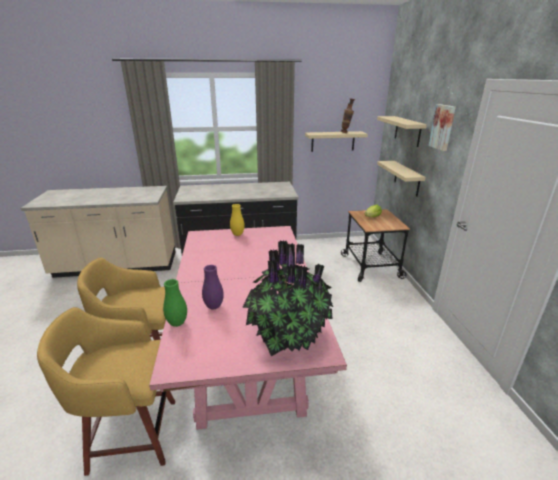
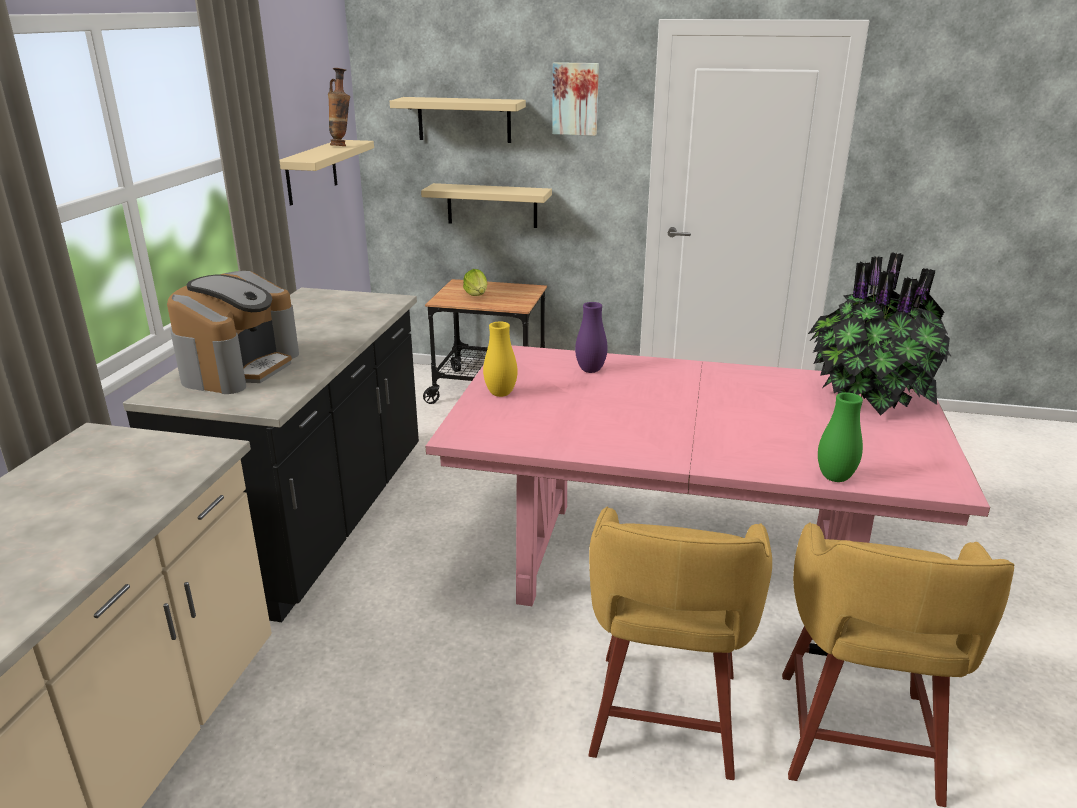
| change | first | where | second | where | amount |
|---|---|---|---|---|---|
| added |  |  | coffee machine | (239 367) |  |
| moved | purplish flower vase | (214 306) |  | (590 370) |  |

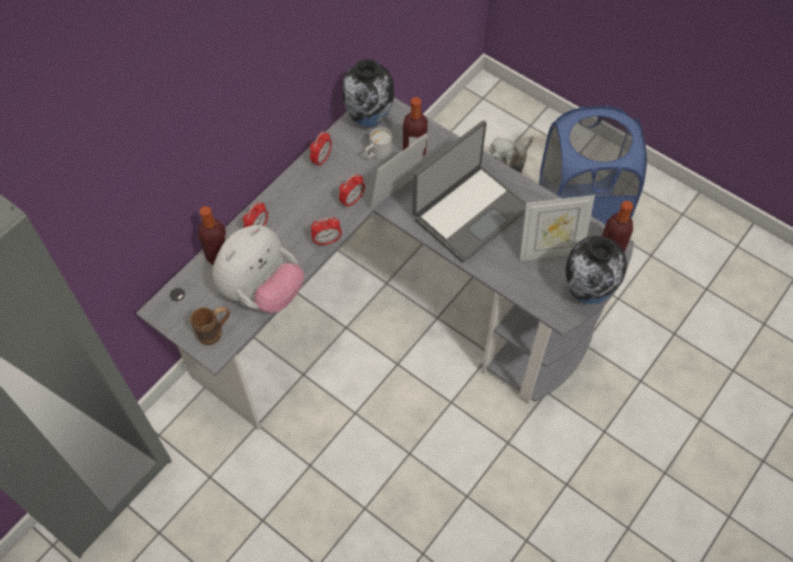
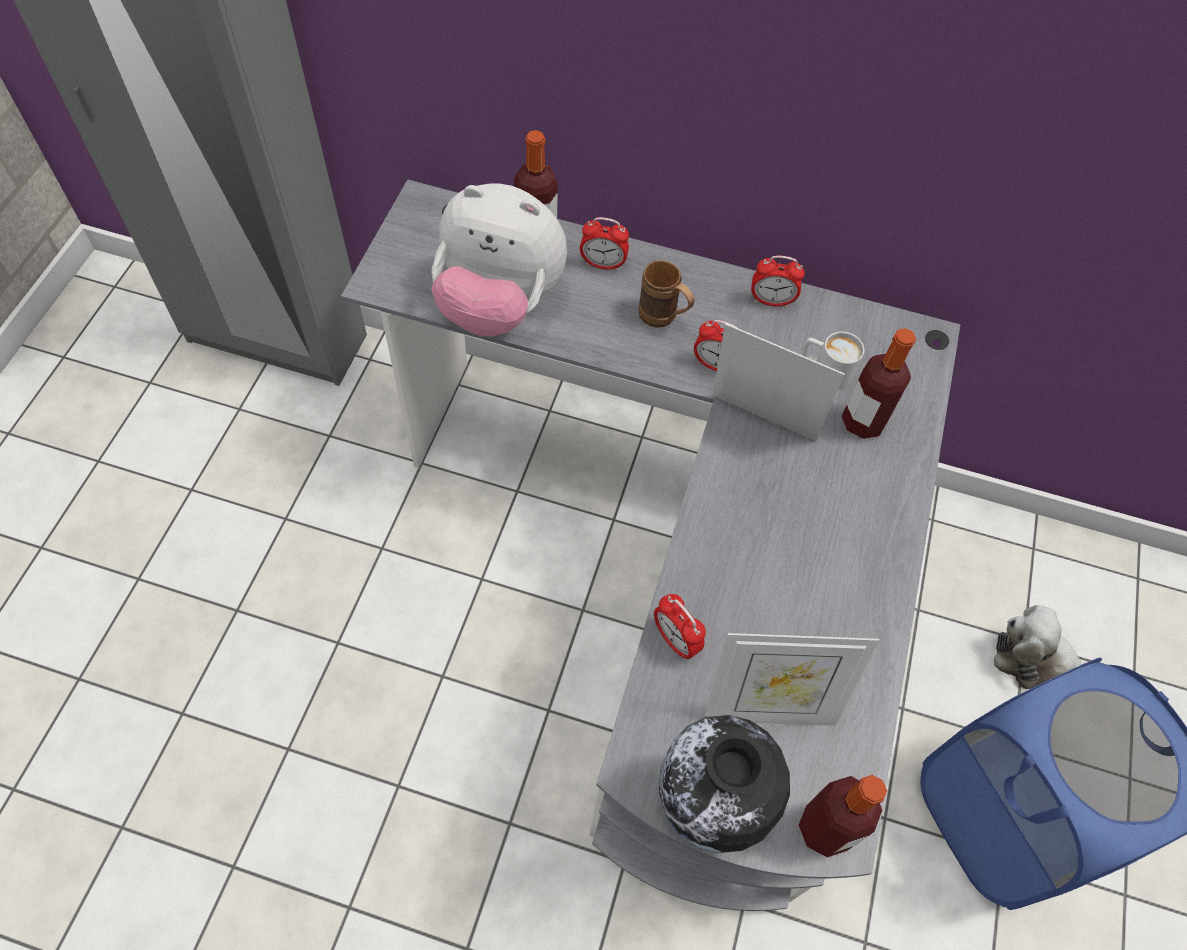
| change | first | where | second | where | amount |
|---|---|---|---|---|---|
| moved | brownish tea mug | (215 332) |  | (663 319) |  |
| moved | bedside clock | (327 241) |  | (675 640) |  |
| turned | standing frame | (550 251) |  | (768 709) | 60 degrees counterclockwise |
| removed | flower vase | (369 119) |  |  |  |
| removed | notebook computer | (469 212) |  |  |  |

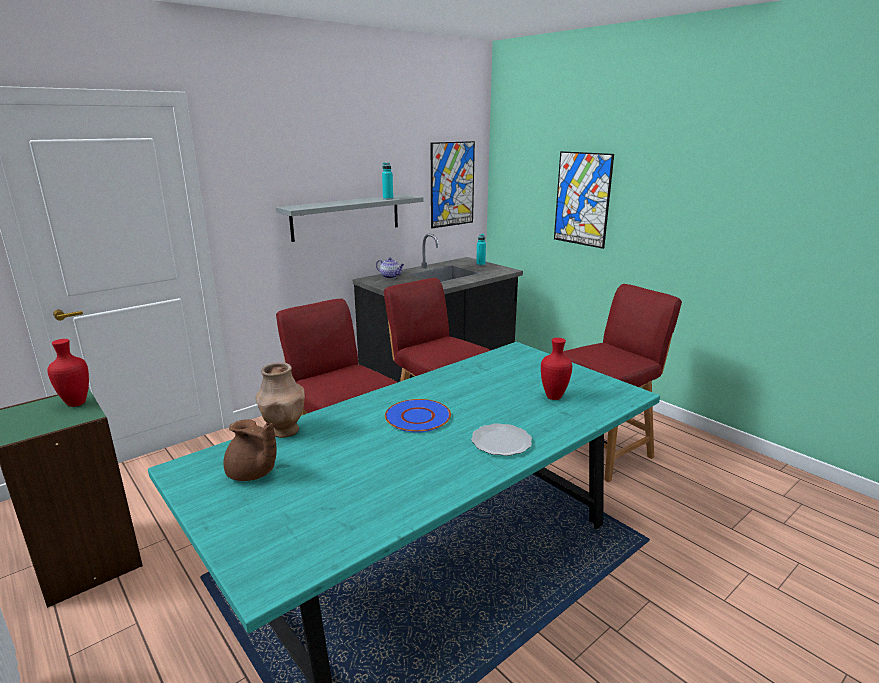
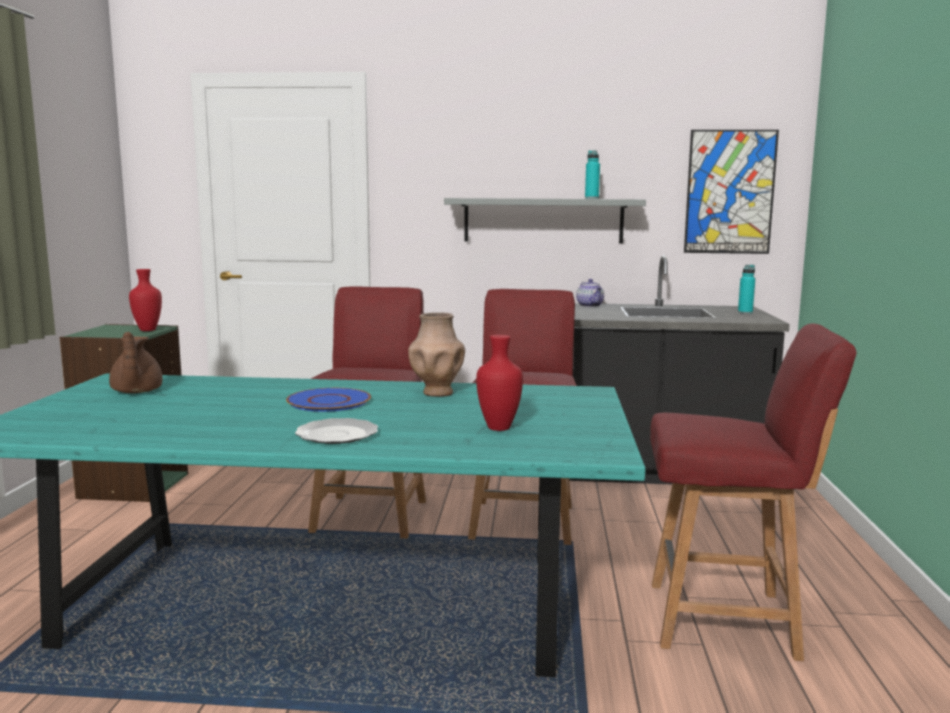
| change | first | where | second | where | amount |
|---|---|---|---|---|---|
| moved | brownish flower vase | (284 431) |  | (437 393) |  |
| removed | wall art | (582 199) |  |  |  |

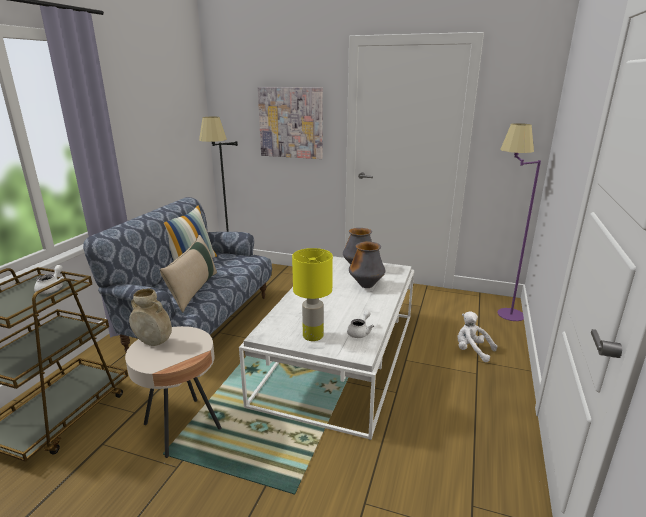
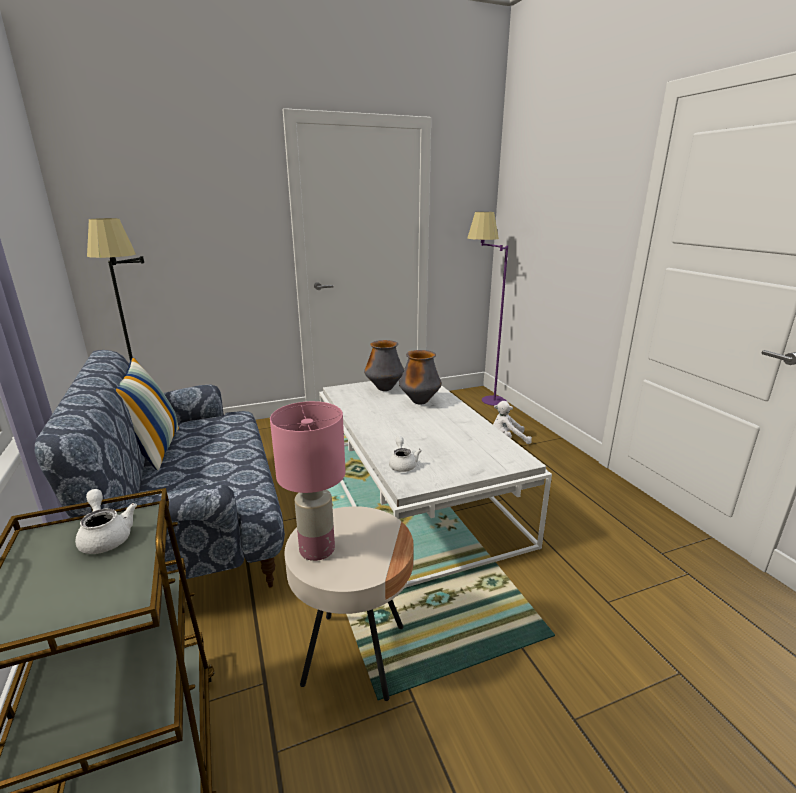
| change | first | where | second | where | amount |
|---|---|---|---|---|---|
| replaced | sand-coloured flower vase | (154 342) | pink lamp for a table | (317 549) |  |
| moved | whitish tea pot | (360 332) |  | (402 464) |  |
| removed | sand-coloured throw pillow | (194 290) |  |  |  |
| removed | wall art | (291 123) |  |  |  |
| removed | yellowish lamp for a table | (313 335) |  |  |  |

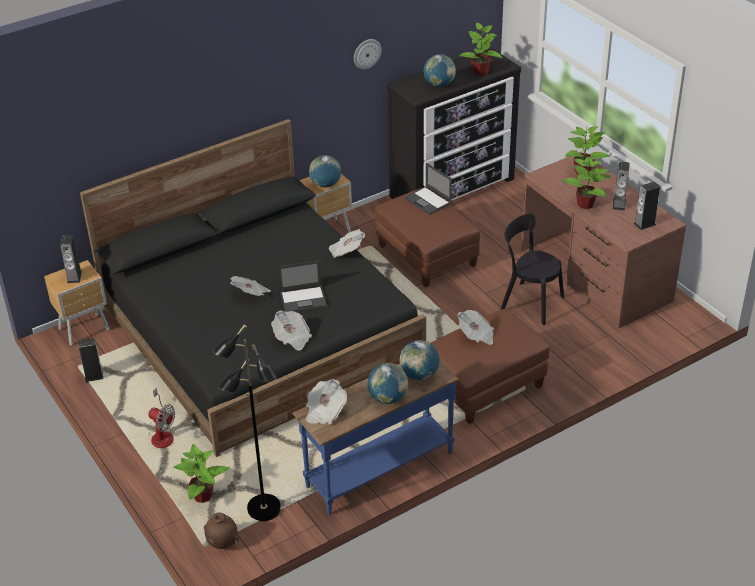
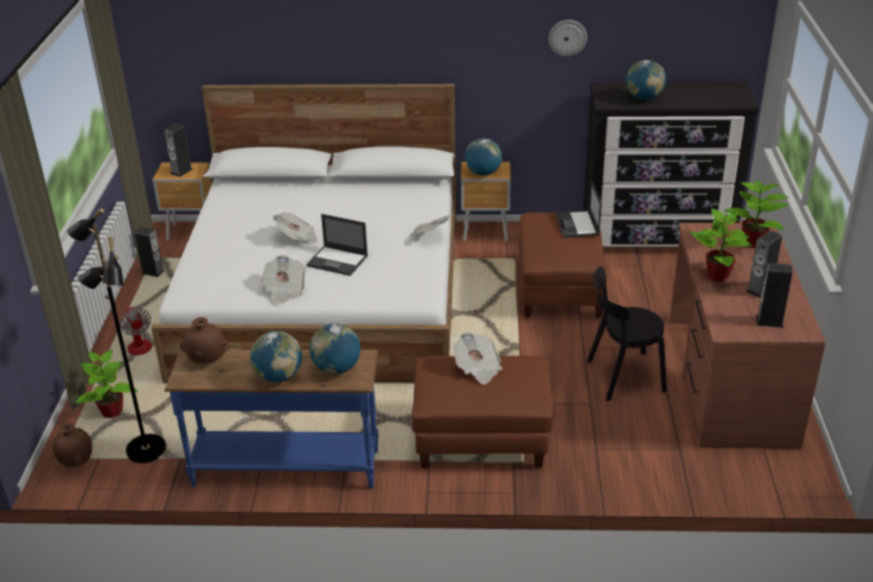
| change | first | where | second | where | amount |
|---|---|---|---|---|---|
| recoloured | black-coloured bedroom bed | (260 334) | whitish bedroom bed | (324 295) |  |
| replaced | printed paper | (324 411) | brownish flower vase | (207 361) |  |
| turned | black-coloured chair | (529 302) |  | (621 376) | 75 degrees counterclockwise |
| removed | plant in a pot | (480 72) |  |  |  |

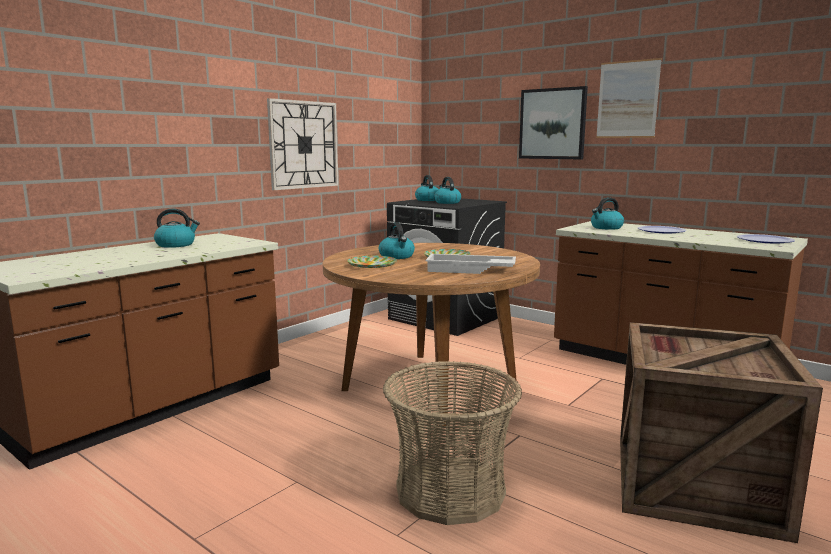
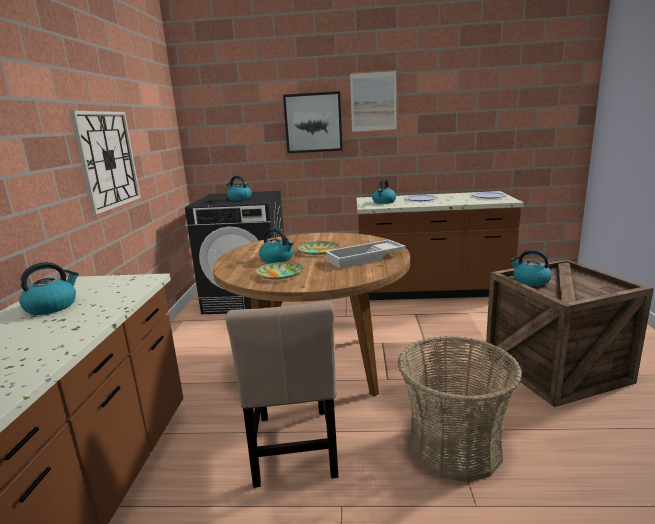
| change | first | where | second | where | amount |
|---|---|---|---|---|---|
| added |  |  | sand-coloured chair | (294 450) |  |
| moved | water kettle | (427 200) |  | (530 281) |  |

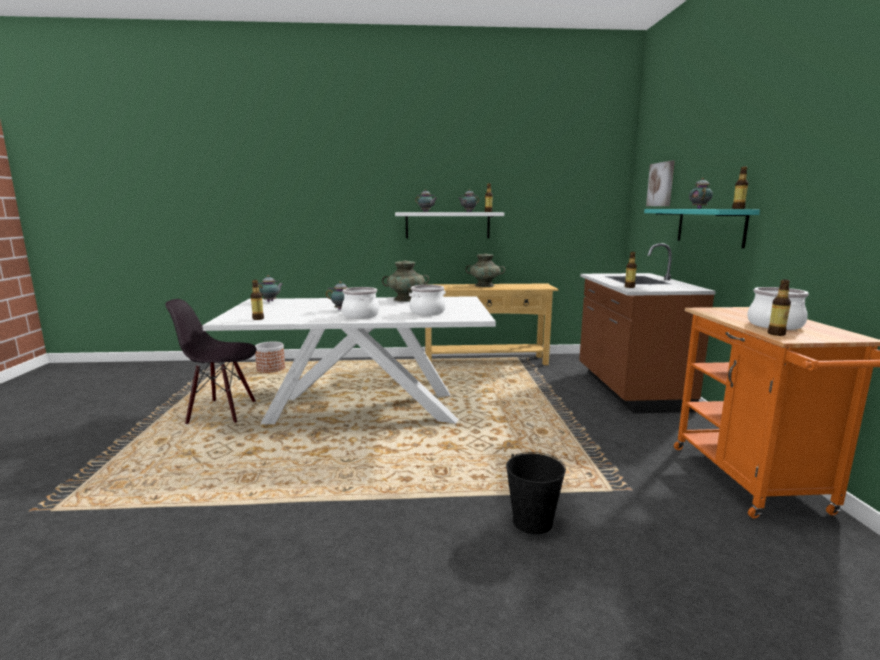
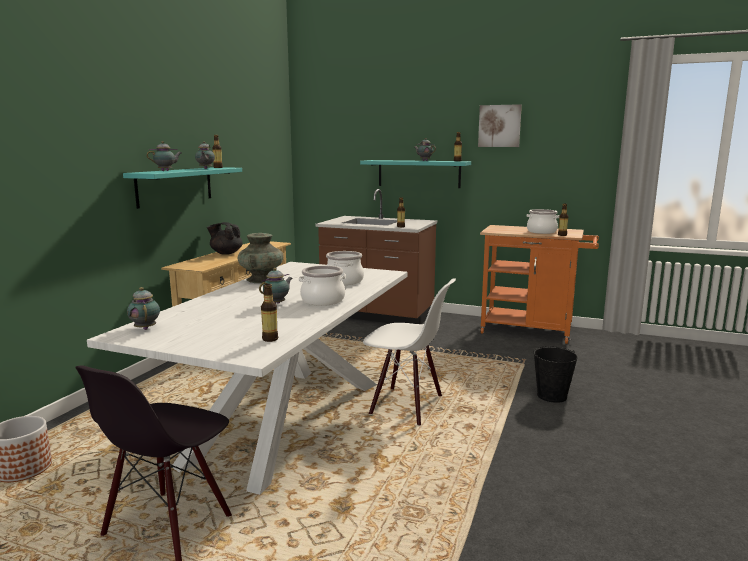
| change | first | where | second | where | amount |
|---|---|---|---|---|---|
| recoloured | whitish shelf | (447 225) | blue-green shelf | (175 186) |  |
| replaced | blue-green flower vase | (484 285) | black-coloured tea pot | (226 253) |  |
| added |  |  | whitish chair | (406 405) |  |
| moved | wall art | (661 184) |  | (499 126) |  |

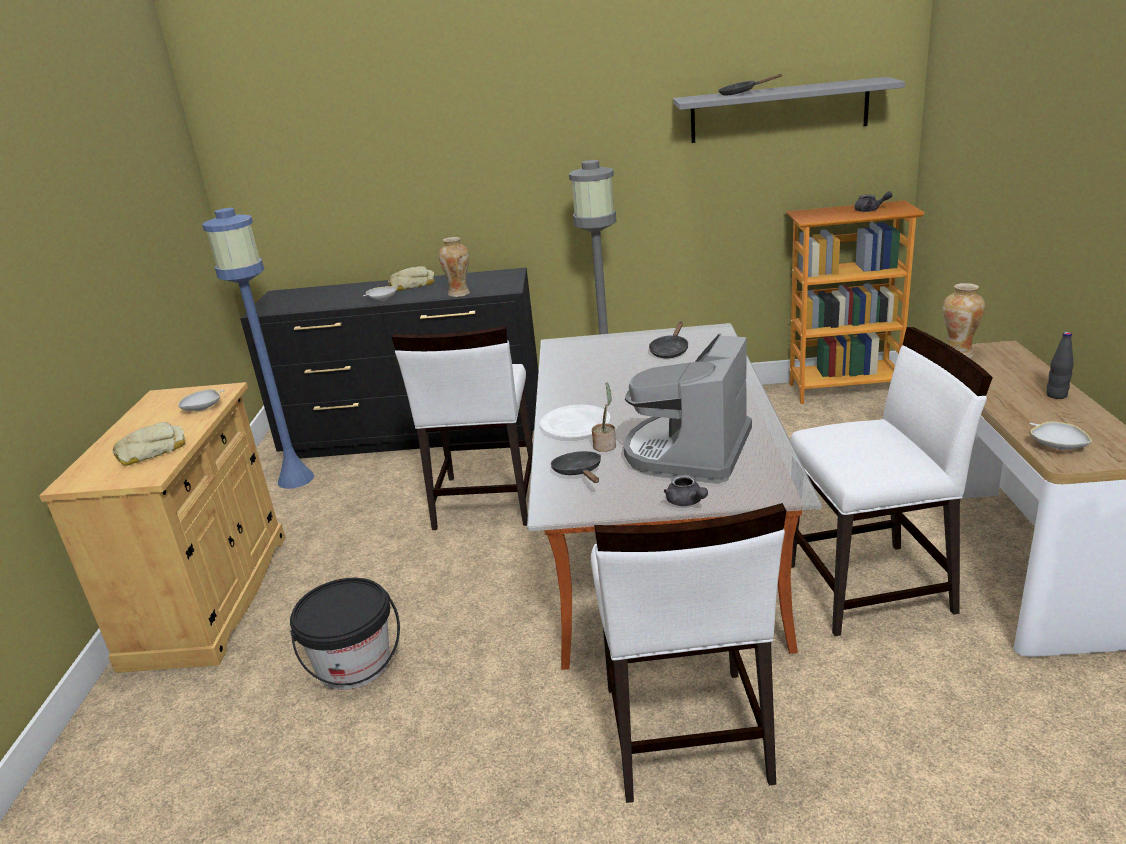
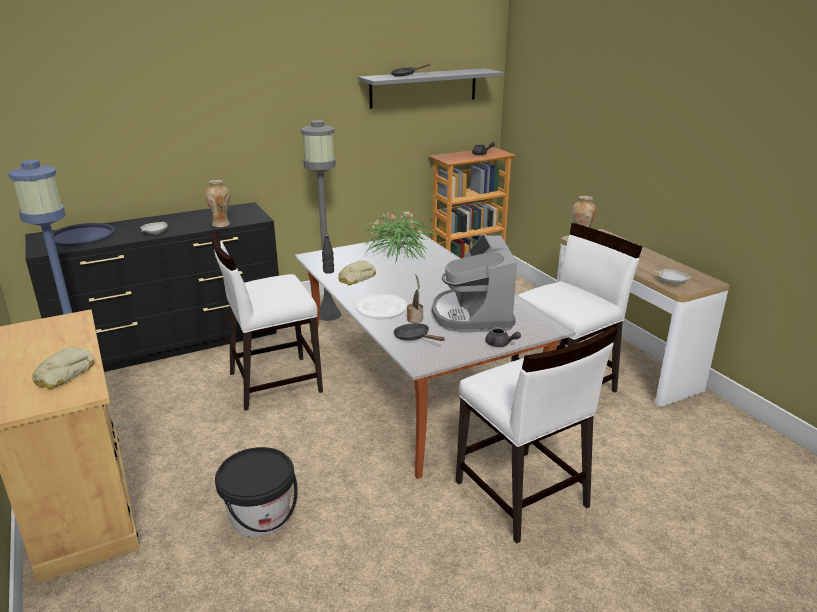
| change | first | where | second | where | amount |
|---|---|---|---|---|---|
| added |  |  | blue-coloured carrying tray | (82 236) |  |
| turned | whitish chair | (485 501) |  | (274 382) | 90 degrees clockwise |
| moved | black-coloured drink bottle | (1056 395) |  | (328 271) |  |
| moved | bread | (412 285) |  | (356 277) |  |
| replaced | black-coloured frying pan | (670 351) | plant in a pot | (398 253) |  |
| removed | whitish deep dish | (204 408) |  |  |  |

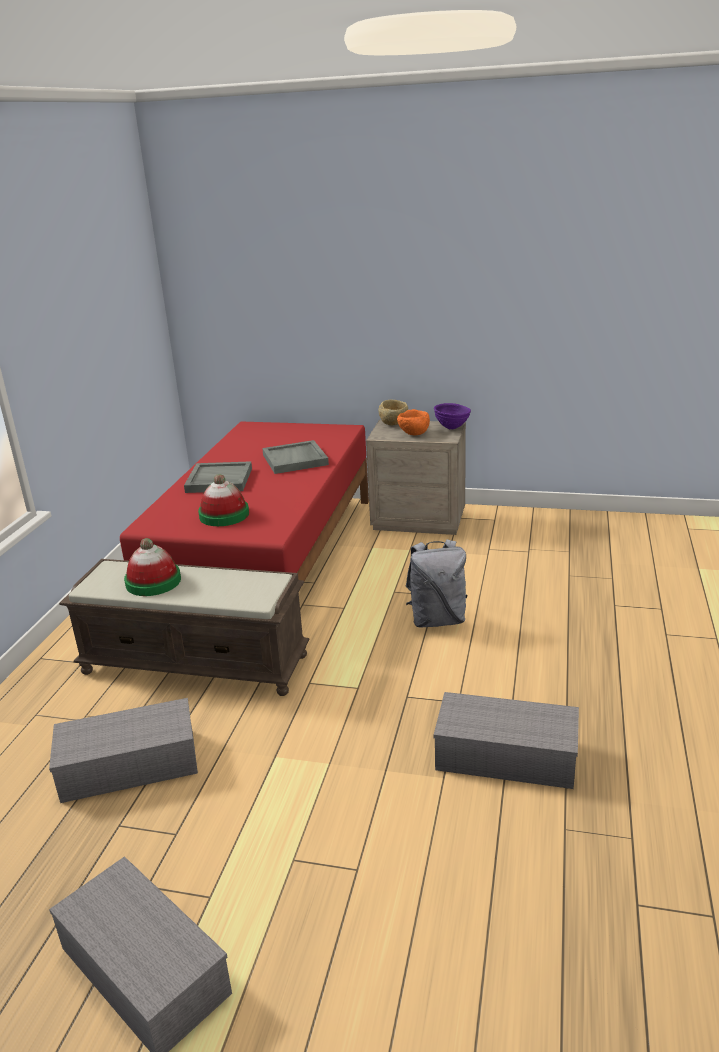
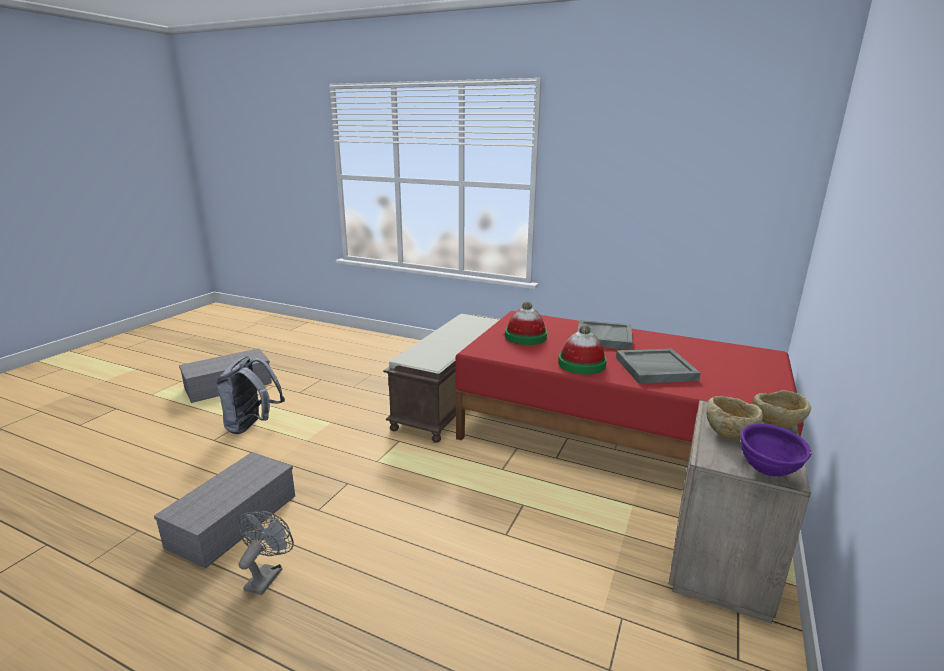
| change | first | where | second | where | amount |
|---|---|---|---|---|---|
| moved | gray knapsack | (437 620) |  | (252 426) |  |
| added |  |  | gray electric fan | (267 575) |  |
| moved | wearable hat | (153 582) |  | (581 364) |  |
| recoloured | orange deep dish | (413 434) | sand-coloured deep dish | (729 434) |  |
| removed | gray storage box | (131 764) |  |  |  |

